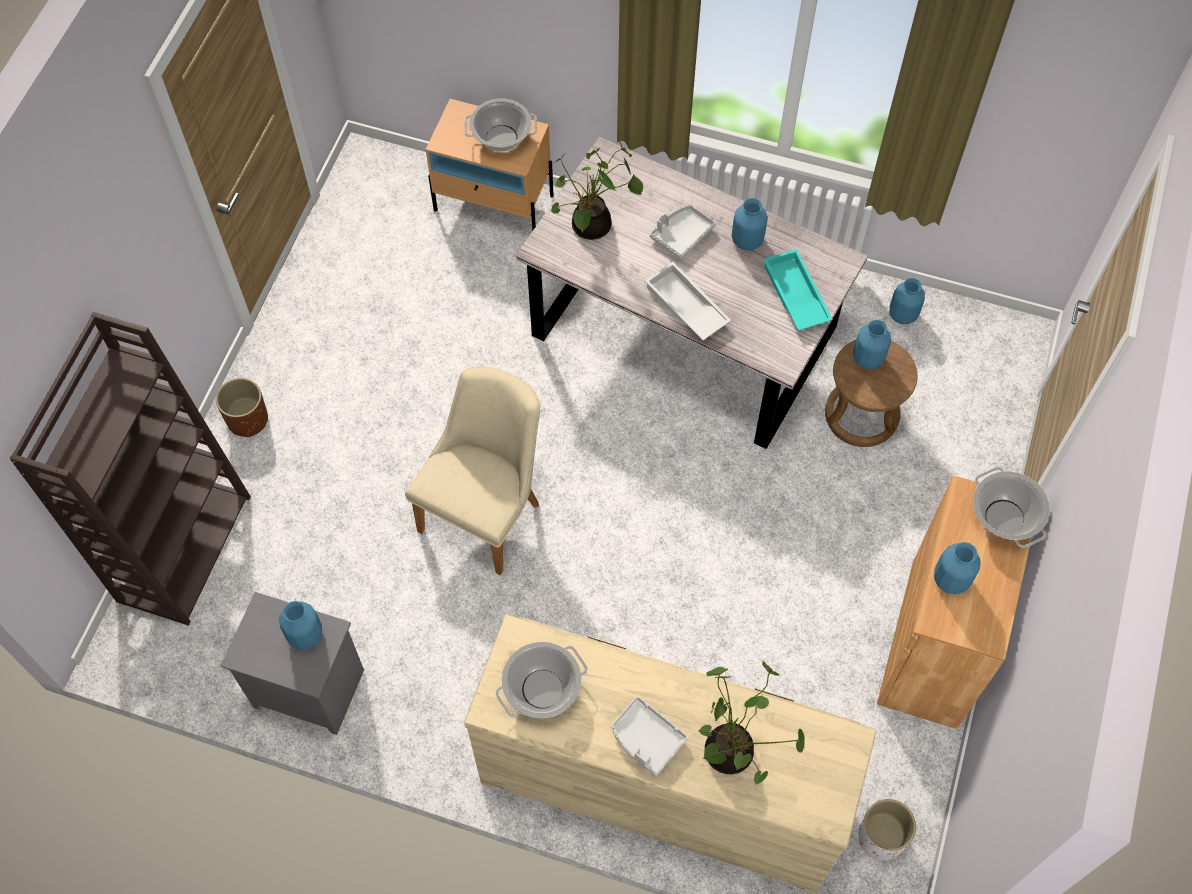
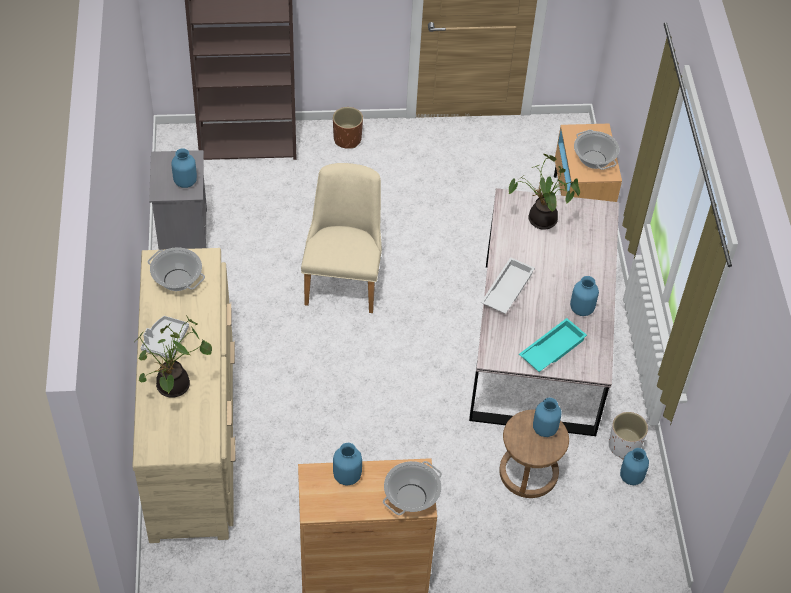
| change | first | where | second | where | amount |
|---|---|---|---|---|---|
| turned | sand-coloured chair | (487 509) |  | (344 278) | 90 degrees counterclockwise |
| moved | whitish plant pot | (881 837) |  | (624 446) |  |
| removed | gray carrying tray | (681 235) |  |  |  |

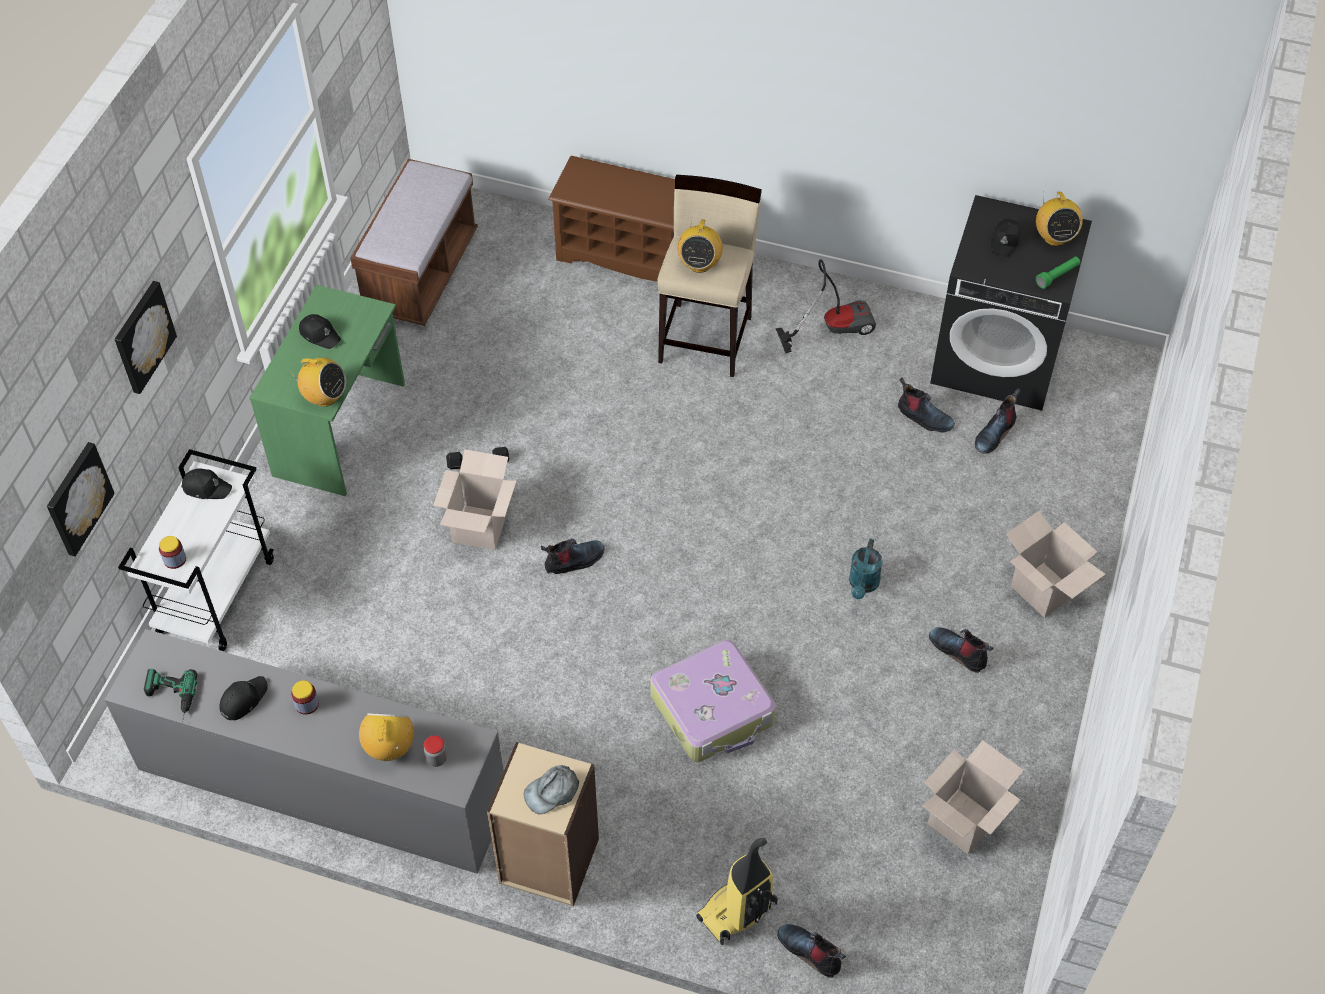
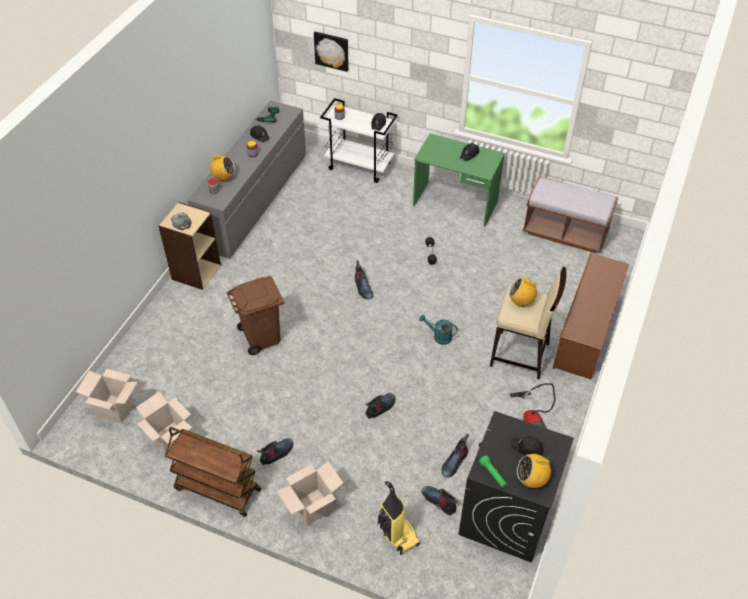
| change | first | where | second | where | amount |
|---|---|---|---|---|---|
| moved | cardboard box | (479 527) |  | (115 409) |  |
| added |  |  | brownish trolley | (217 489) |  |
| replaced | piece of luggage | (713 710) | brownish trash can | (262 338) |  |
| moved | boot | (810 952) |  | (380 408) |  |
| moved | hoover | (737 912) |  | (397 534) |  |
| moved | blue-green watering pot | (863 585) |  | (439 336) |  |
| removed | wall art | (142 336) |  |  |  |
| removed | radio set | (325 397) |  |  |  |

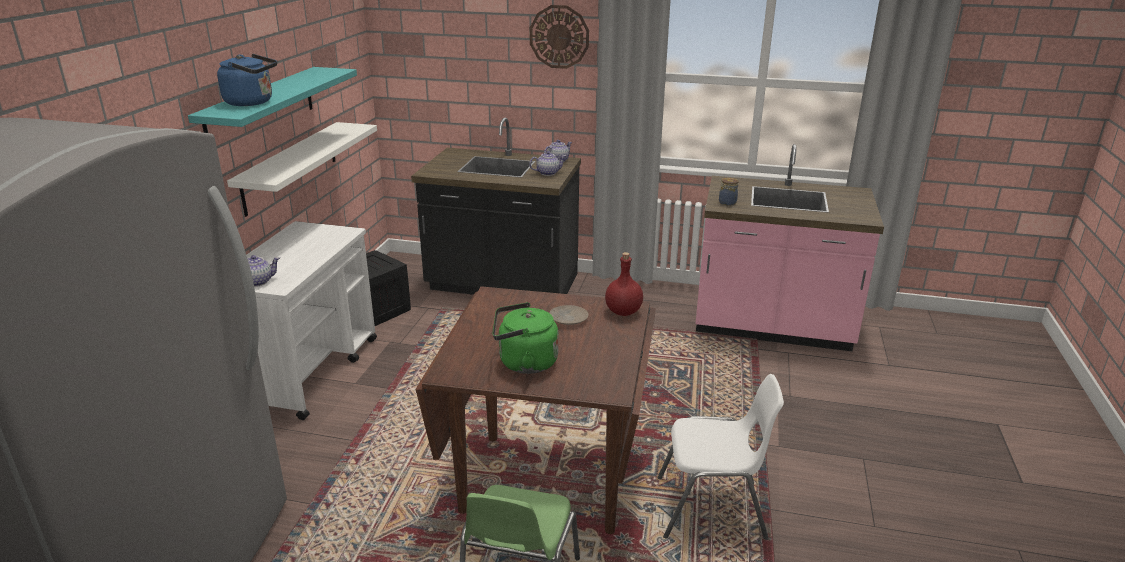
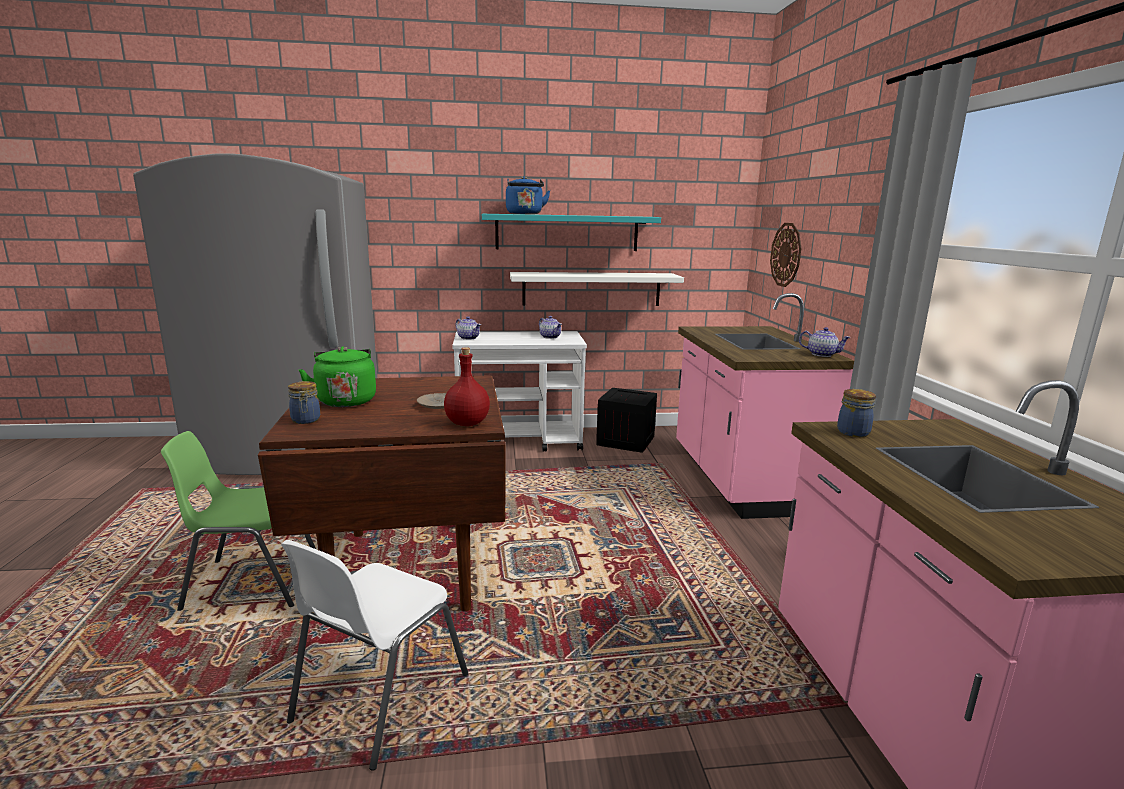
| change | first | where | second | where | amount |
|---|---|---|---|---|---|
| turned | whitish chair | (712 509) |  | (378 698) | 45 degrees clockwise |
| added |  |  | jar | (306 420) |  |
| moved | tea pot | (548 173) |  | (550 337) |  |
| recoloured | black-coloured counter | (502 285) | pink counter | (740 480) |  |
| moved | wall clock | (559 37) |  | (786 254) |  |

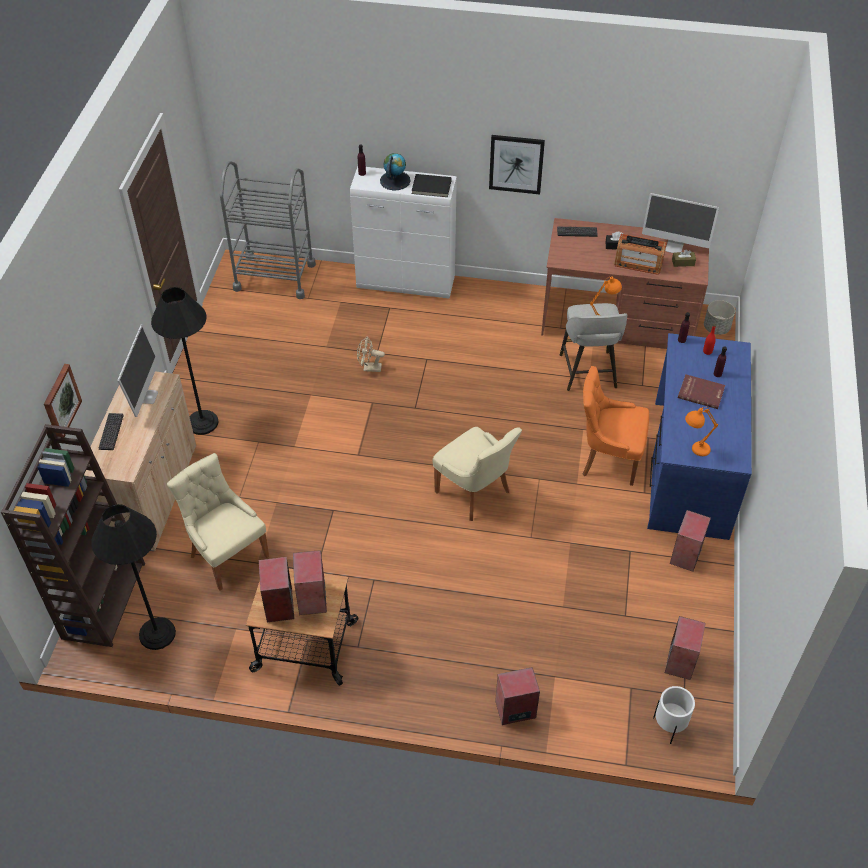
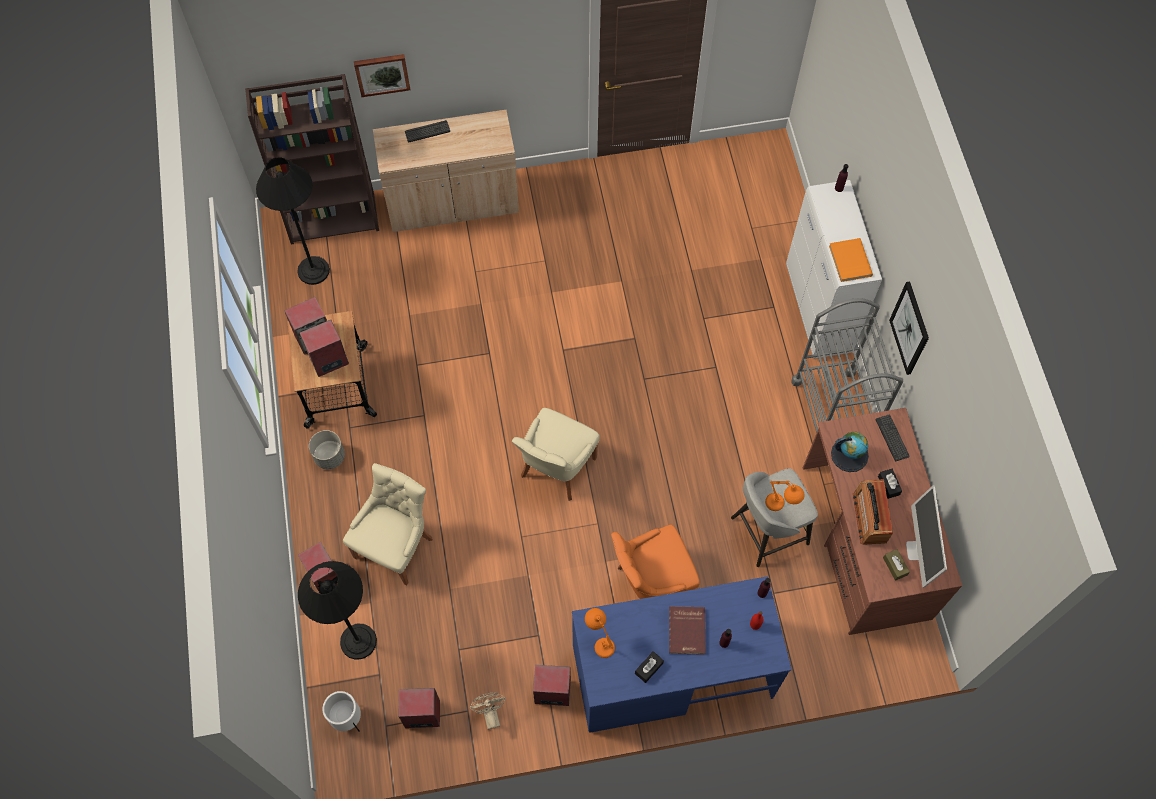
| change | first | where | second | where | amount |
|---|---|---|---|---|---|
| moved | black-coloured floor lamp | (202 422) |  | (358 641) |  |
| moved | gray plant pot | (716 328) |  | (329 456) |  |
| moved | sand-coloured chair | (227 554) |  | (396 545) |  |
| moved | sand-coloured electric fan | (369 368) |  | (490 714) |  |
| turned | orange chair | (608 459) |  | (651 583) | 105 degrees counterclockwise |
| added |  |  | black-coloured tissue holder | (649 668) |  |
| moved | gray trolley | (274 276) |  | (833 411) |  |
| recoloured | black-coloured book | (431 187) | orange book | (849 261) |  |
| moved | world globe | (395 180) |  | (849 454) |  |
| removed | computer display | (146 396) |  |  |  |

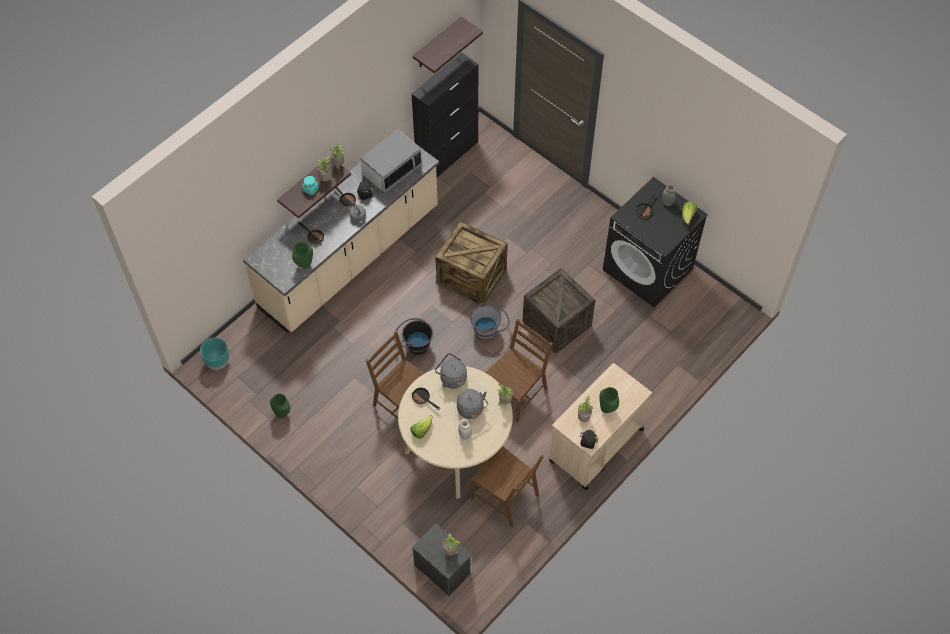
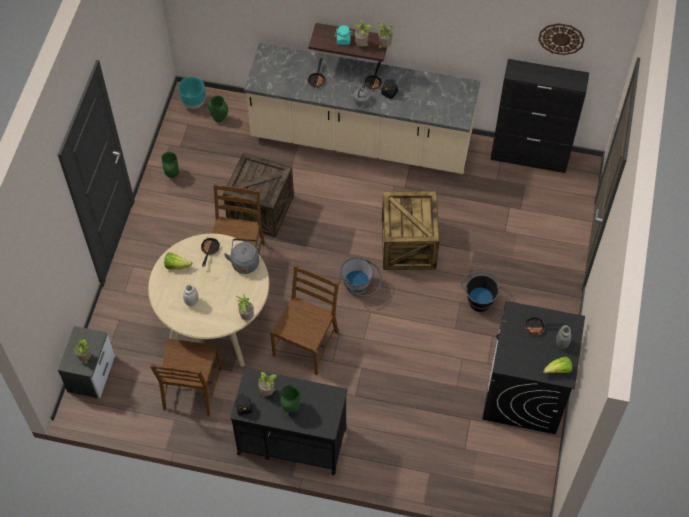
| change | first | where | second | where | amount |
|---|---|---|---|---|---|
| moved | green flower vase | (305 265) |  | (219 119) |  |
| moved | packing crate | (557 323) |  | (260 209) |  |
| recoloured | sand-coloured trolley | (595 445) | black-coloured trolley | (291 440) |  |
| turned | brownish chair | (515 392) |  | (306 343) | 75 degrees counterclockwise |
| moved | black-coloured water bucket | (413 344) |  | (478 298) |  |
| replaced | shelf | (437 44) | wall clock | (561 38) |  |
| removed | kitchen microwave | (392 170) |  |  |  |
| removed | gray water kettle | (471 410) |  |  |  |

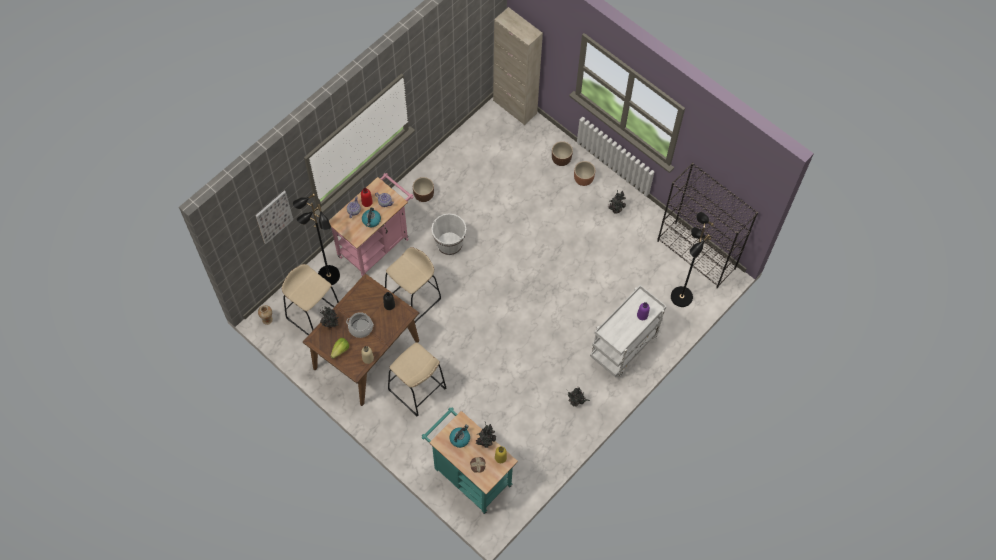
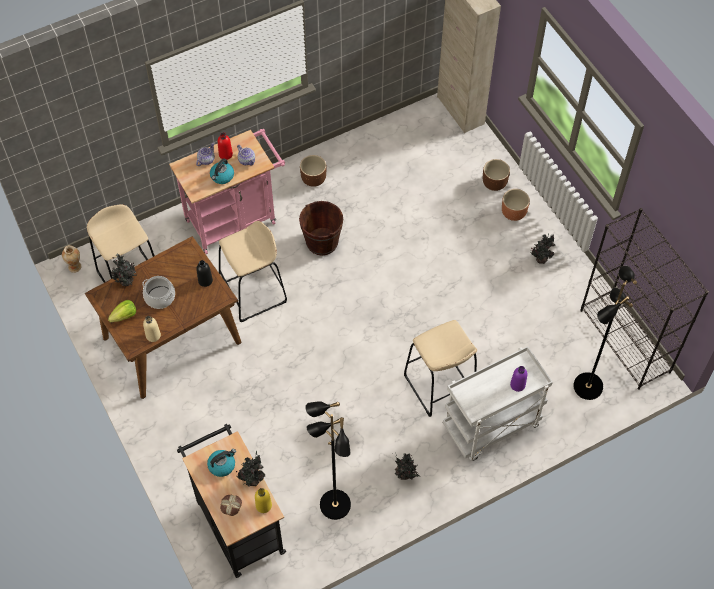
| change | first | where | second | where | amount |
|---|---|---|---|---|---|
| recoloured | blue-green trolley | (469 474) | black-coloured trolley | (237 522) |  |
| recoloured | whitish water bucket | (449 244) | brownish water bucket | (322 242) |  |
| moved | black-coloured floor lamp | (328 276) |  | (334 505) |  |
| moved | sand-coloured stool | (417 389) |  | (439 385) |  |
| removed | wall art | (274 217) |  |  |  |

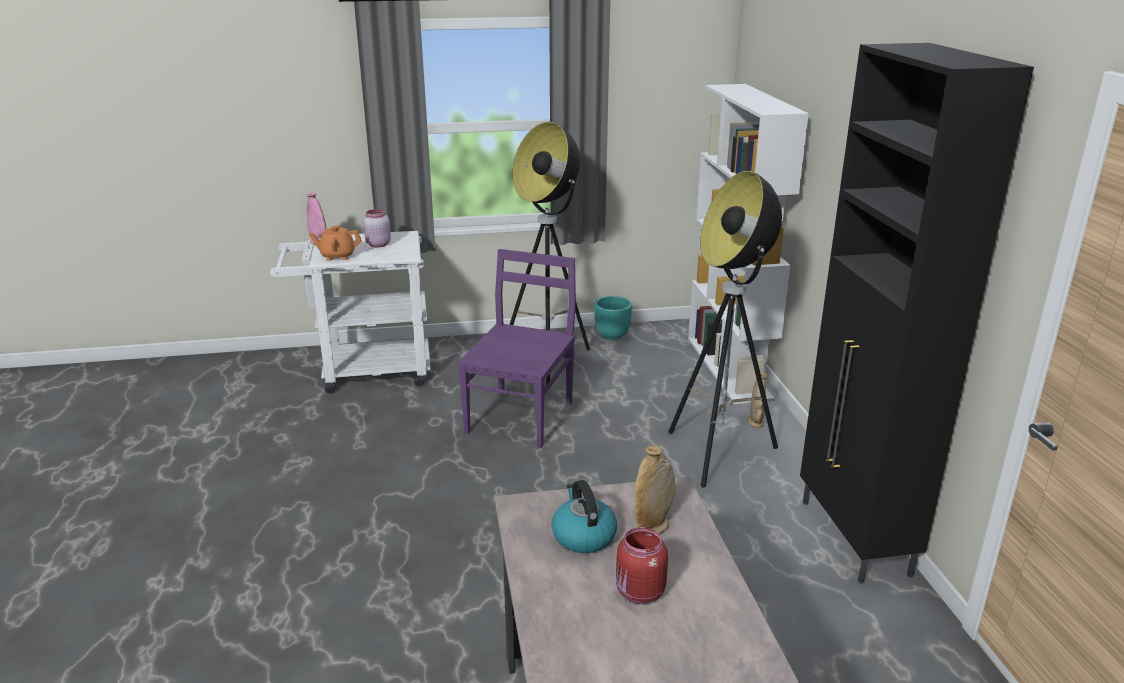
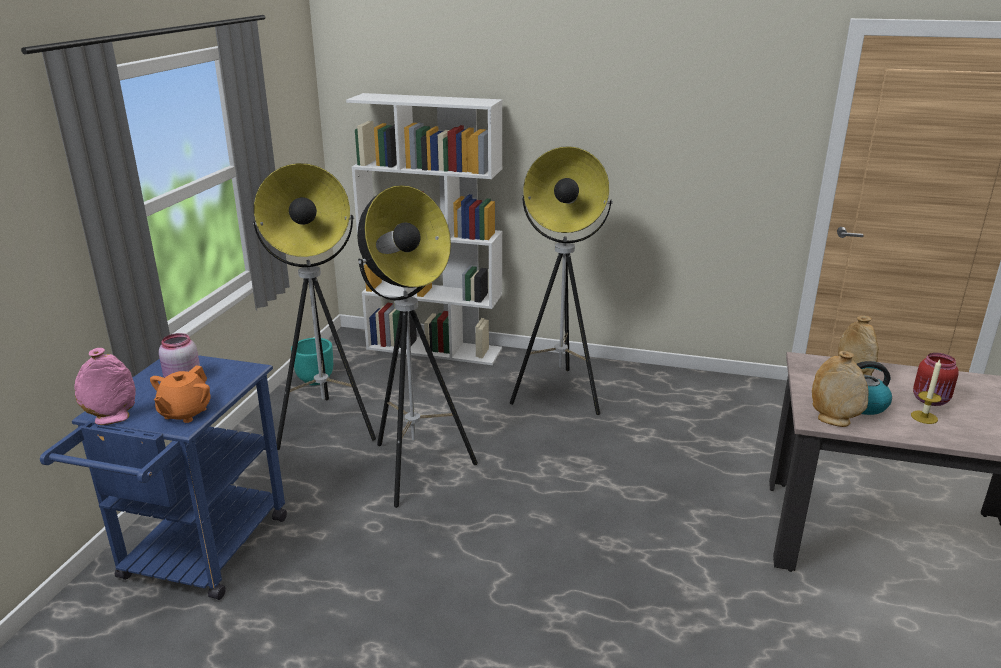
| change | first | where | second | where | amount |
|---|---|---|---|---|---|
| recoloured | whitish trolley | (365 371) | blue-coloured trolley | (197 556) |  |
| replaced | purplish chair | (521 416) | floor lamp | (415 469) |  |
| moved | sand-coloured flower vase | (755 422) |  | (834 421) |  |
| added |  |  | wax light | (924 417) |  |
| removed | black-coloured cupboard | (854 538) |  |  |  |

